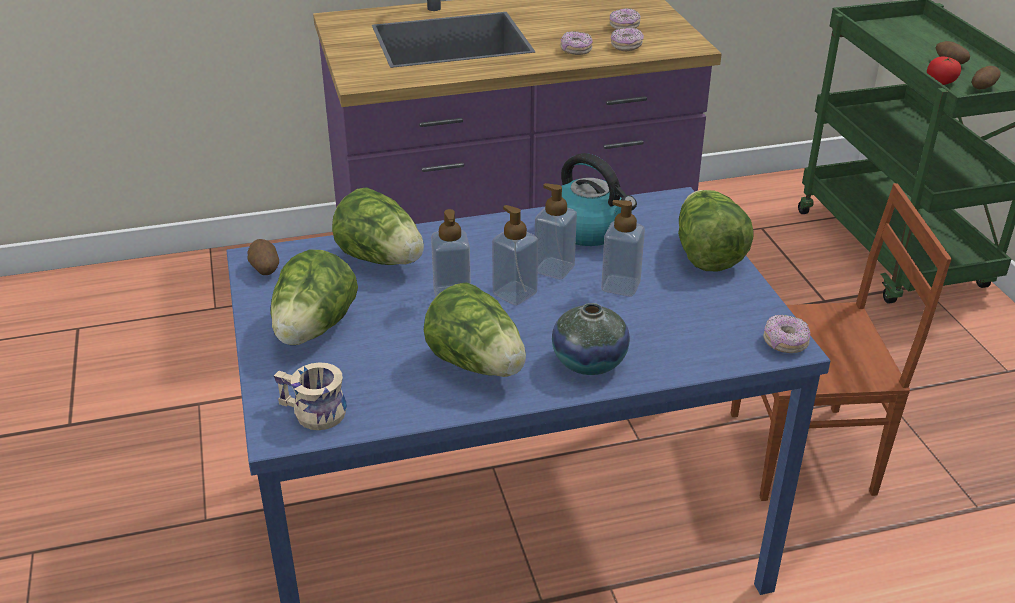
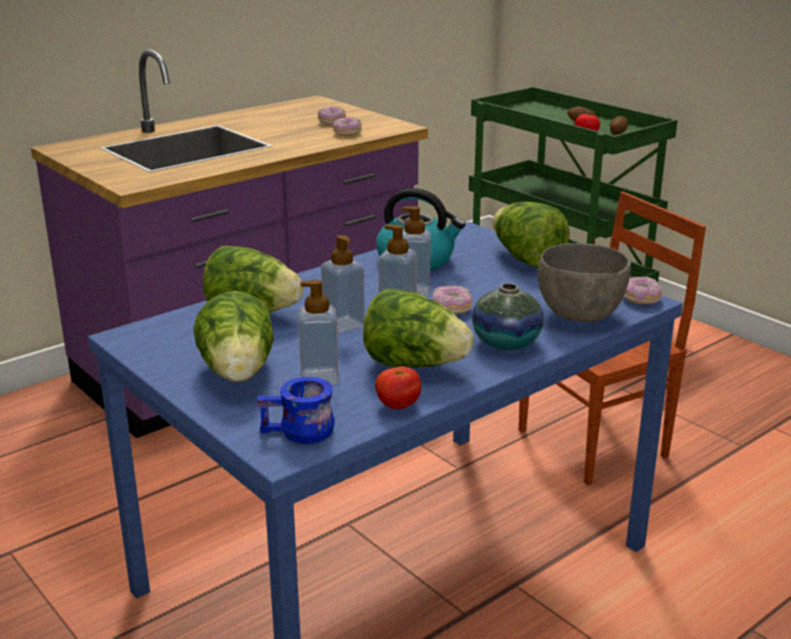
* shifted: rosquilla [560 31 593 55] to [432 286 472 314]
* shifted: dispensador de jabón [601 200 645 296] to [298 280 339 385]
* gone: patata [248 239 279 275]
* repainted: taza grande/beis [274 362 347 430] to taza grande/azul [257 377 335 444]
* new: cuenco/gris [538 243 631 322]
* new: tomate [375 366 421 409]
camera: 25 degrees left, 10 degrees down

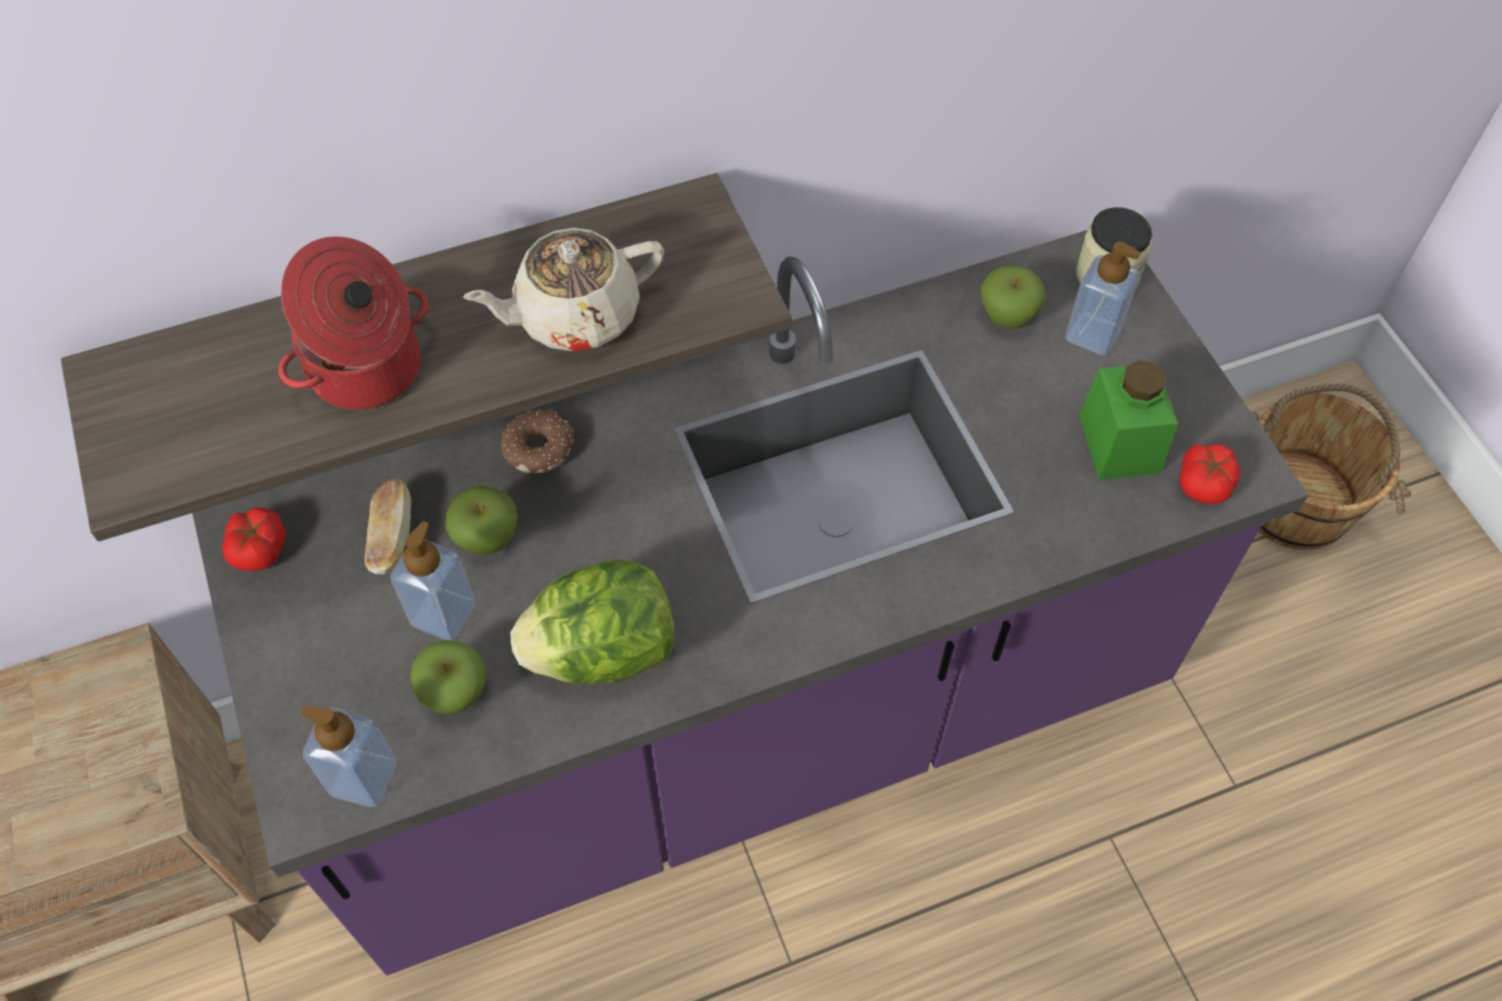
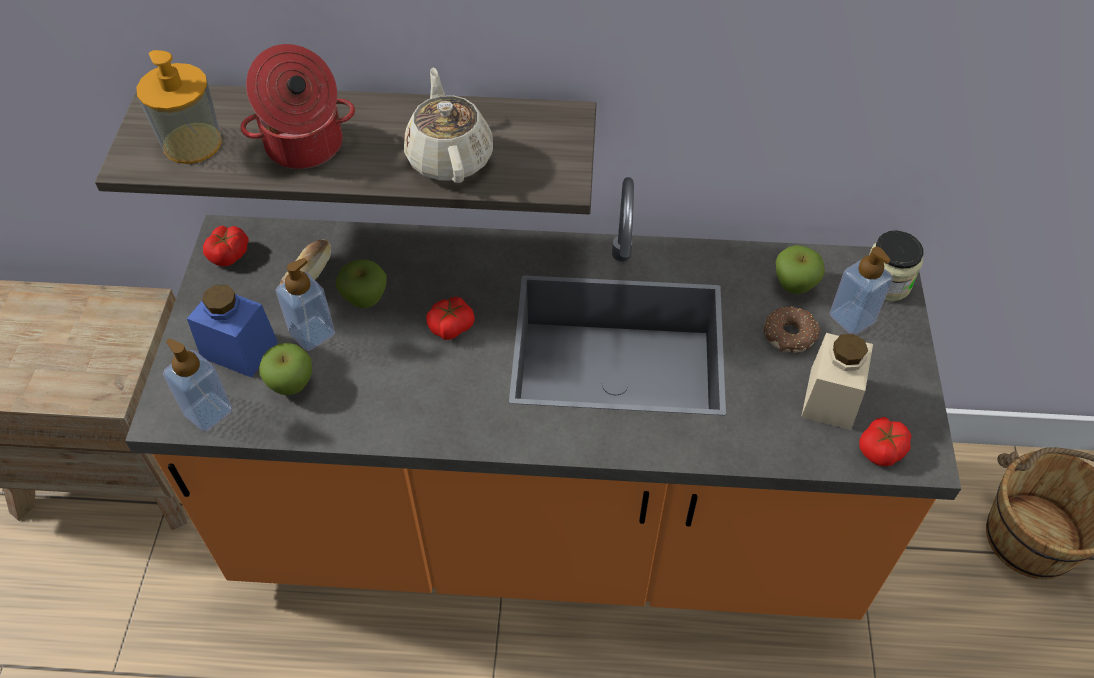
* rotated: tetera/beis [463 228 664 351] = [404 68 493 183] 75 degrees clockwise
* repainted: mueble bajo de cocina/morado [192 230 1309 975] to mueble bajo de cocina/naranja [125 177 961 620]
* repainted: tarro/verde [1079 360 1178 480] to tarro/beis [801 333 873 430]
* shifted: rosquilla [501 409 574 475] to [763 307 821 353]
* gone: lechuga [510 559 674 684]
* new: dispensador de jabón [137 50 222 164]
* new: tarro/azul [187 285 278 378]
* new: tomate [426 297 475 340]
camera: 25 degrees right, 5 degrees down

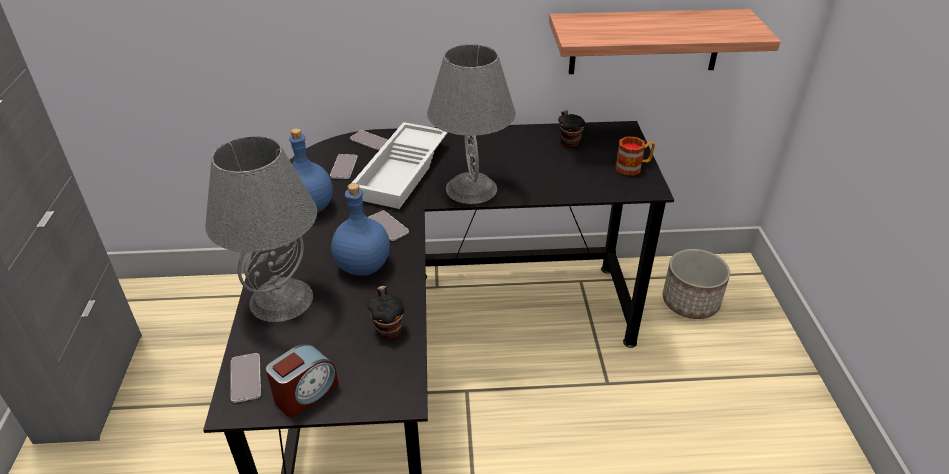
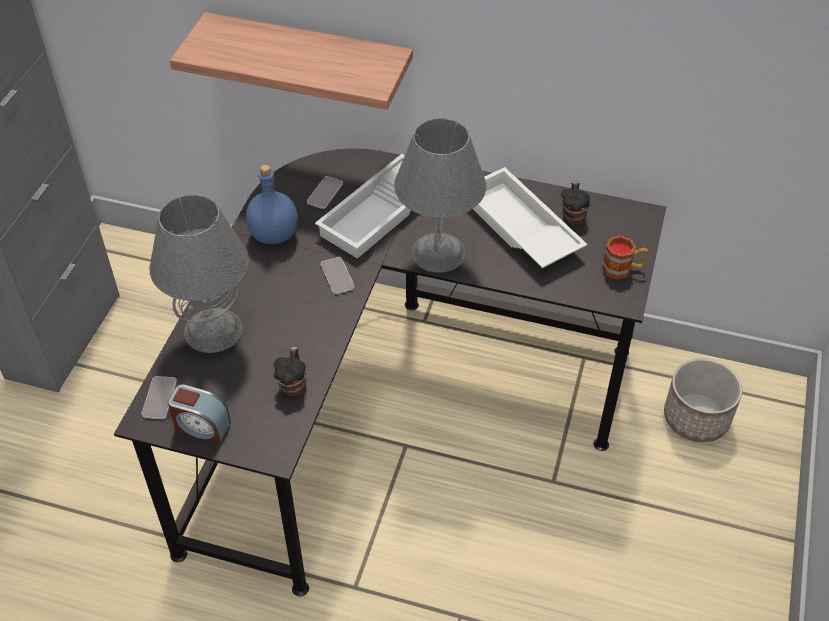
* shifted: estante [549 9 781 74] to [170 12 413 110]
* gone: móvil [350 130 388 150]
* gone: botella/azul [331 183 390 276]
* rotated: despertador [266 344 339 417] = [168 384 231 444] 45 degrees clockwise
* new: bandeja/blanco [473 167 587 268]
camera: 20 degrees right, 10 degrees up

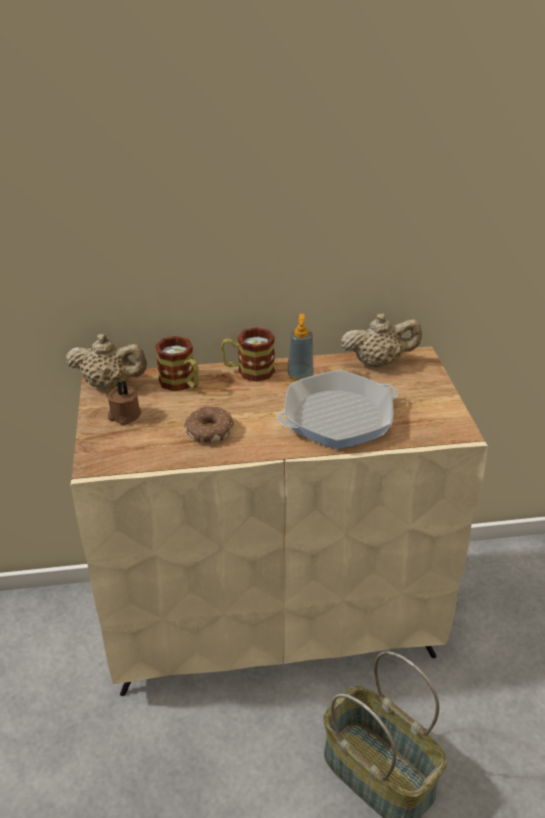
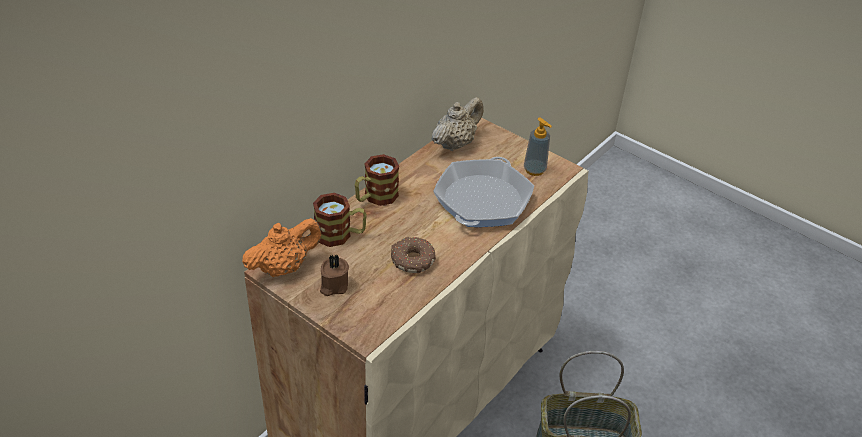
* shifted: dispensador de jabón [287 314 314 381] to [524 118 552 176]
* repainted: tetera/beis [66 334 147 389] to tetera/naranja [242 218 322 277]
camera: 45 degrees left, 5 degrees up

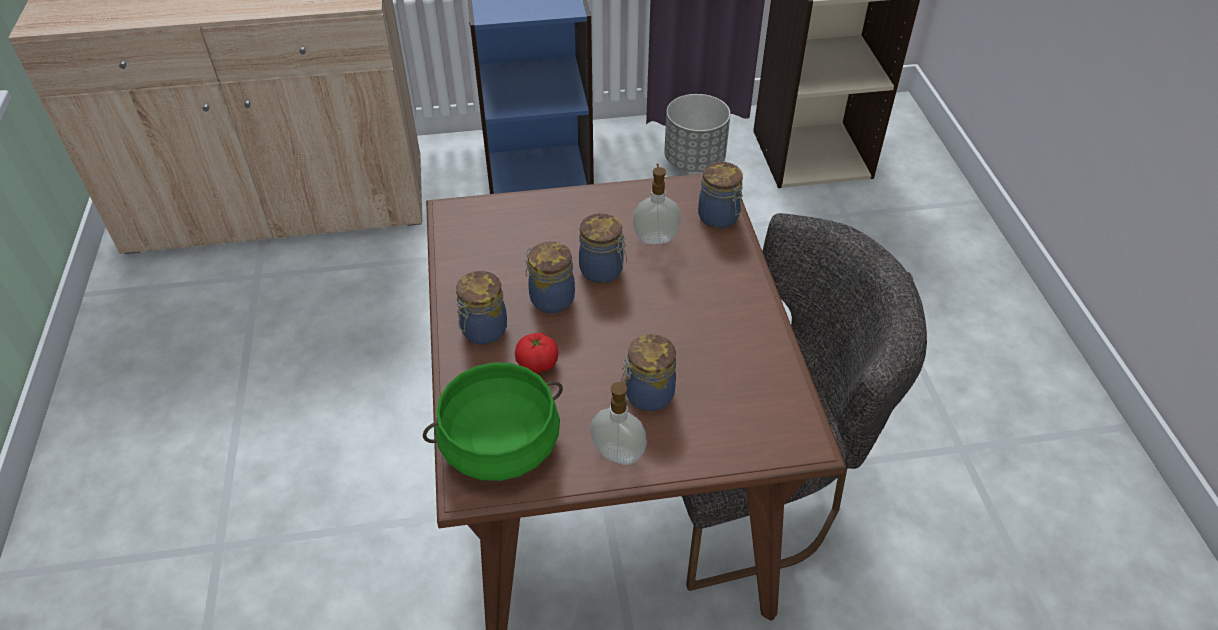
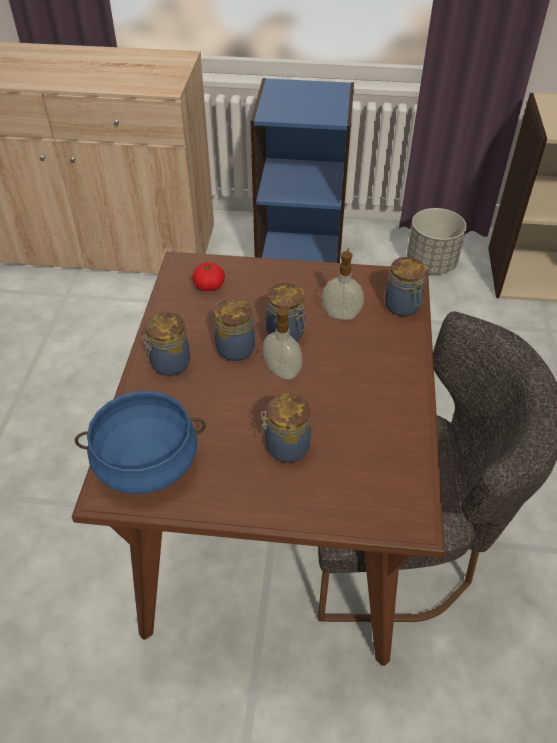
* shifted: tomate [515 333 559 374] to [192 263 225 291]
* repainted: olla/verde [423 362 563 481] to olla/azul [75 391 206 494]
* shifted: dispensador de jabón [590 376 647 465] to [263 305 302 380]
camera: 15 degrees right, 0 degrees up

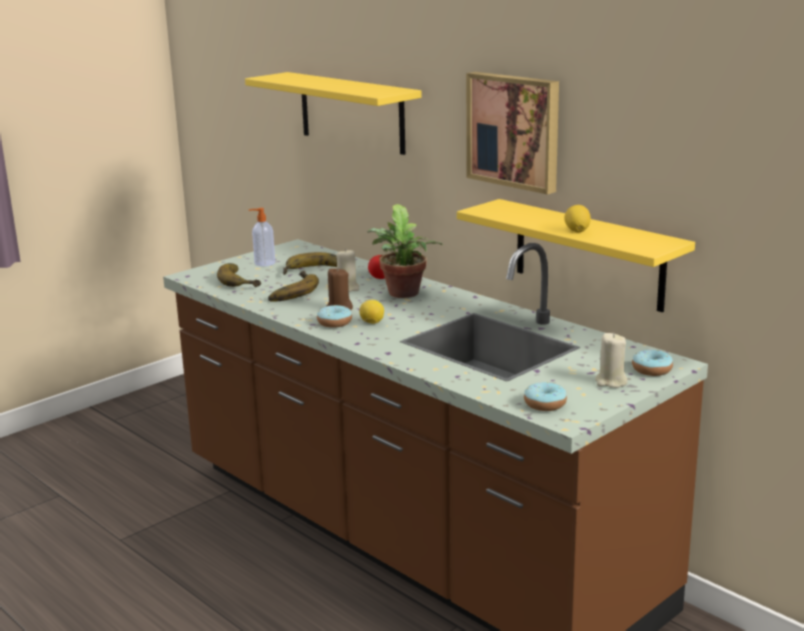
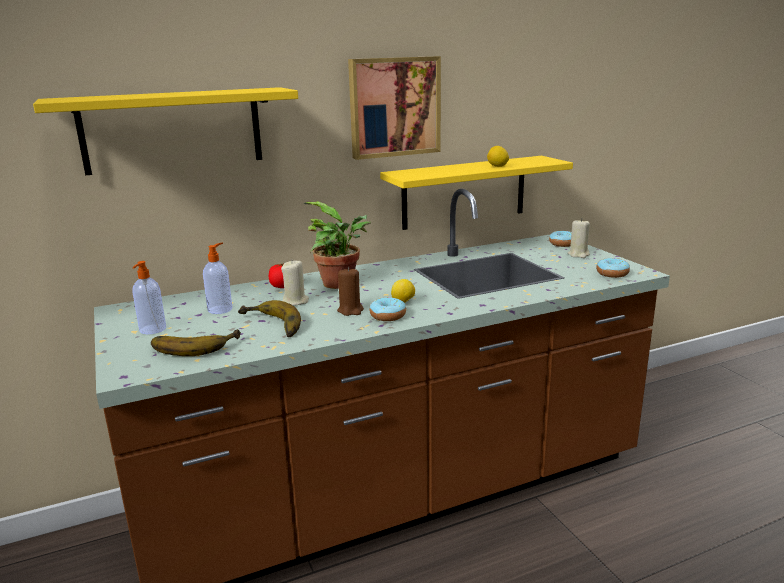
* swapped: plátano [283 252 337 275] to dispensador de jabón [203 243 232 314]
camera: 70 degrees left, 0 degrees up

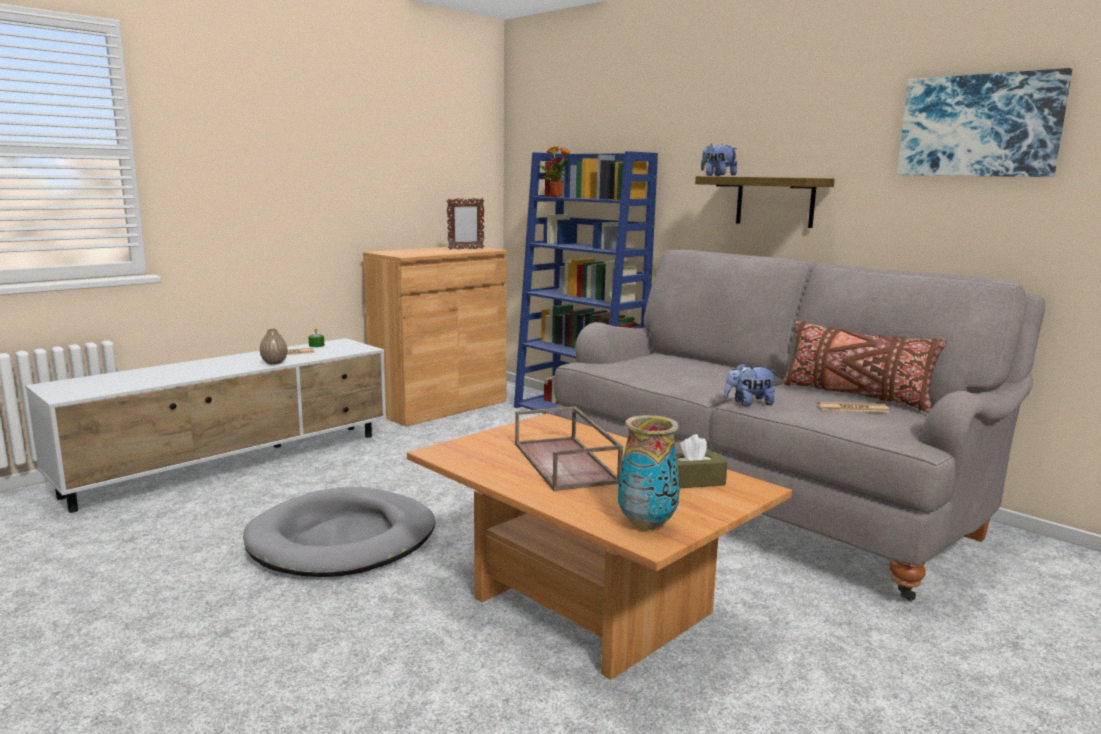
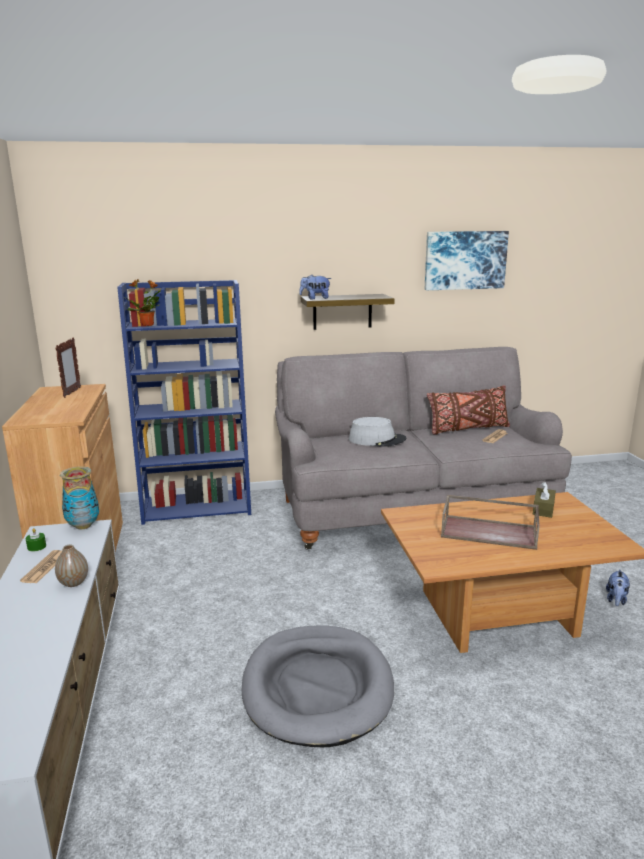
* shifted: peluche [724 363 777 406] to [606 569 630 606]
* shifted: florero [618 415 680 530] to [60 466 99 529]
* new: sombrero/gris [349 417 406 447]
camera: 55 degrees left, 5 degrees up

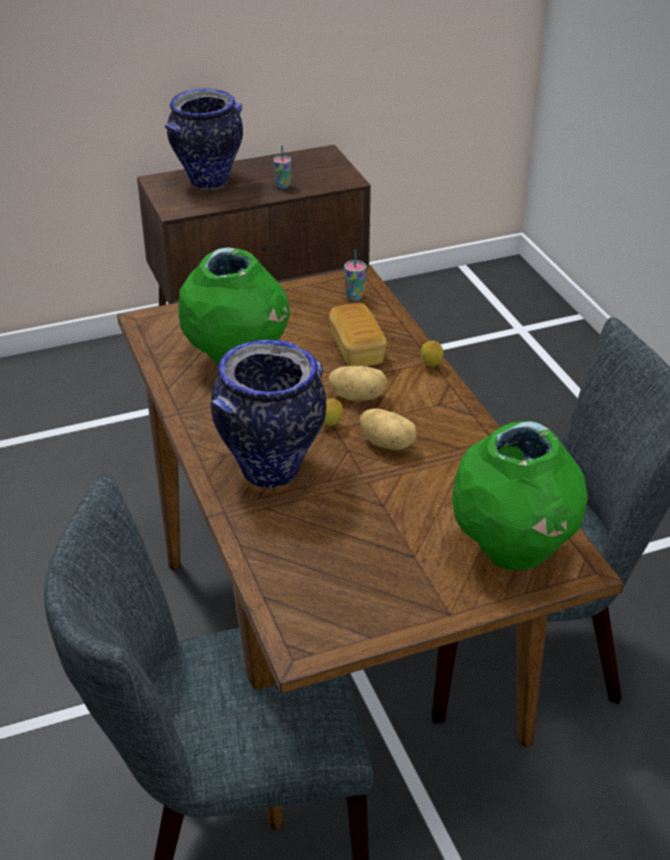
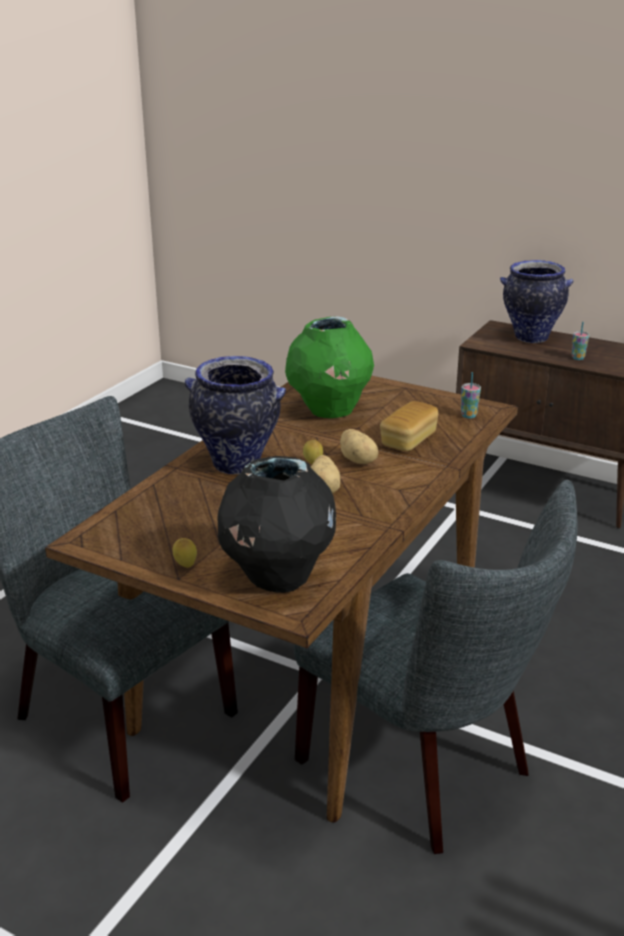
* shifted: limón [421 341 443 367] to [173 538 197 568]
* repainted: florero/verde [452 421 588 570] to florero/negro [217 456 336 593]
camera: 50 degrees right, 10 degrees down

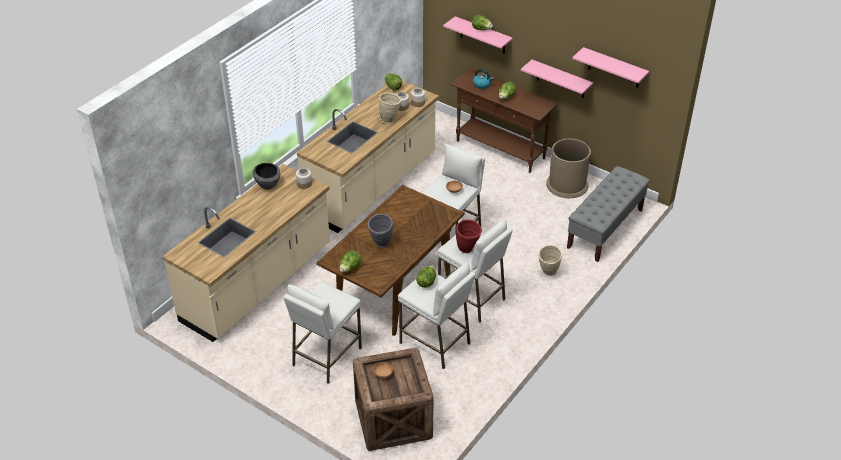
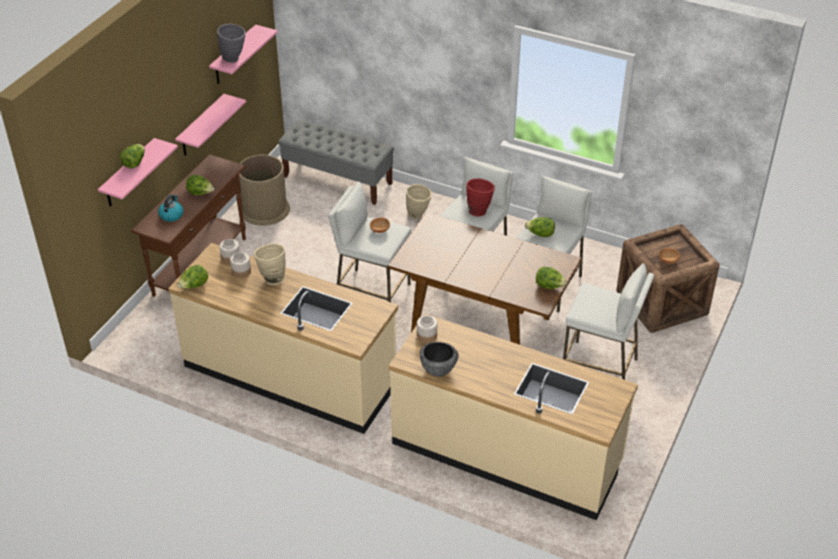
* shifted: florero/gris [368 214 393 248] to [217 24 246 63]
camera: 100 degrees left, 0 degrees up

